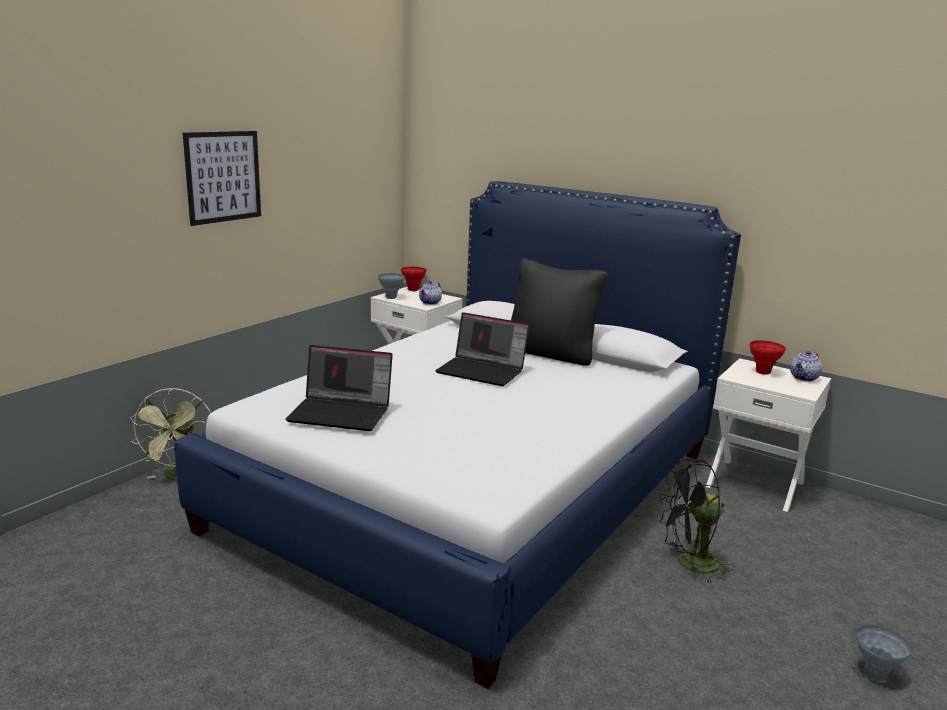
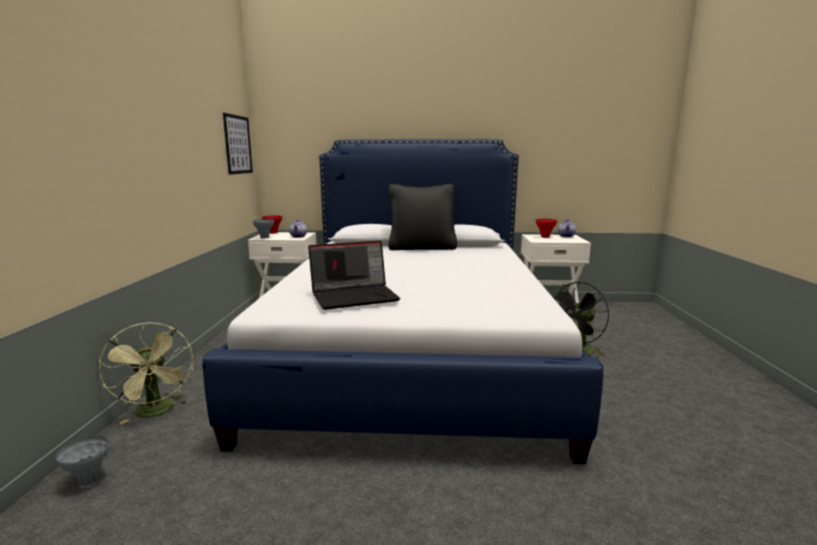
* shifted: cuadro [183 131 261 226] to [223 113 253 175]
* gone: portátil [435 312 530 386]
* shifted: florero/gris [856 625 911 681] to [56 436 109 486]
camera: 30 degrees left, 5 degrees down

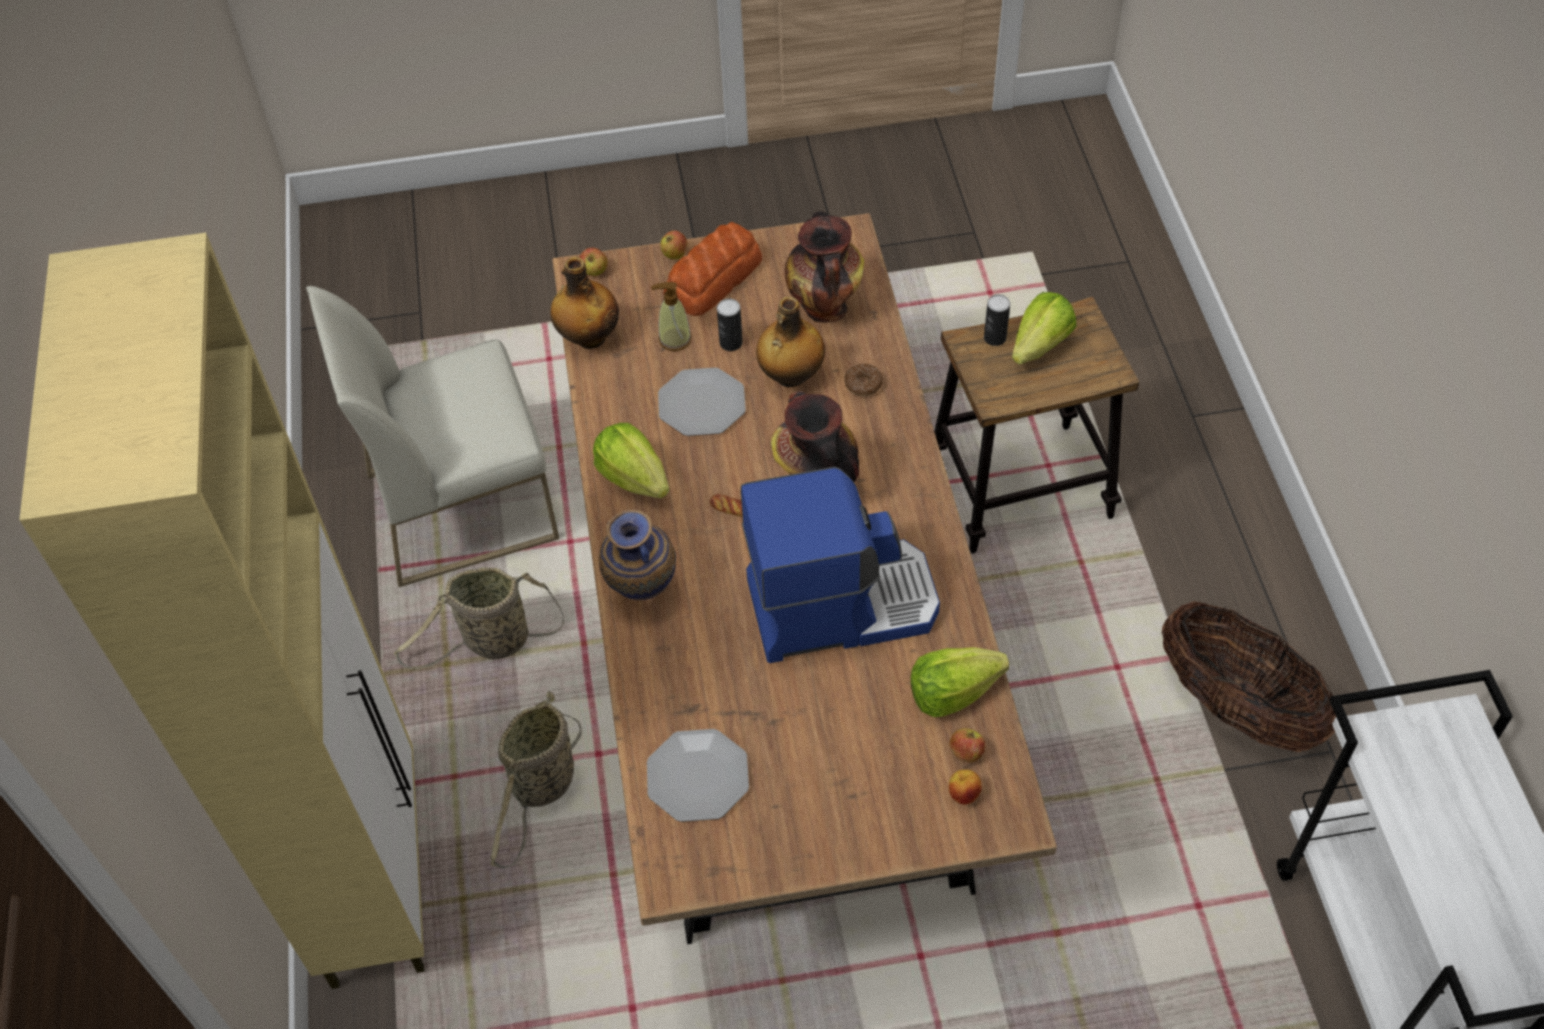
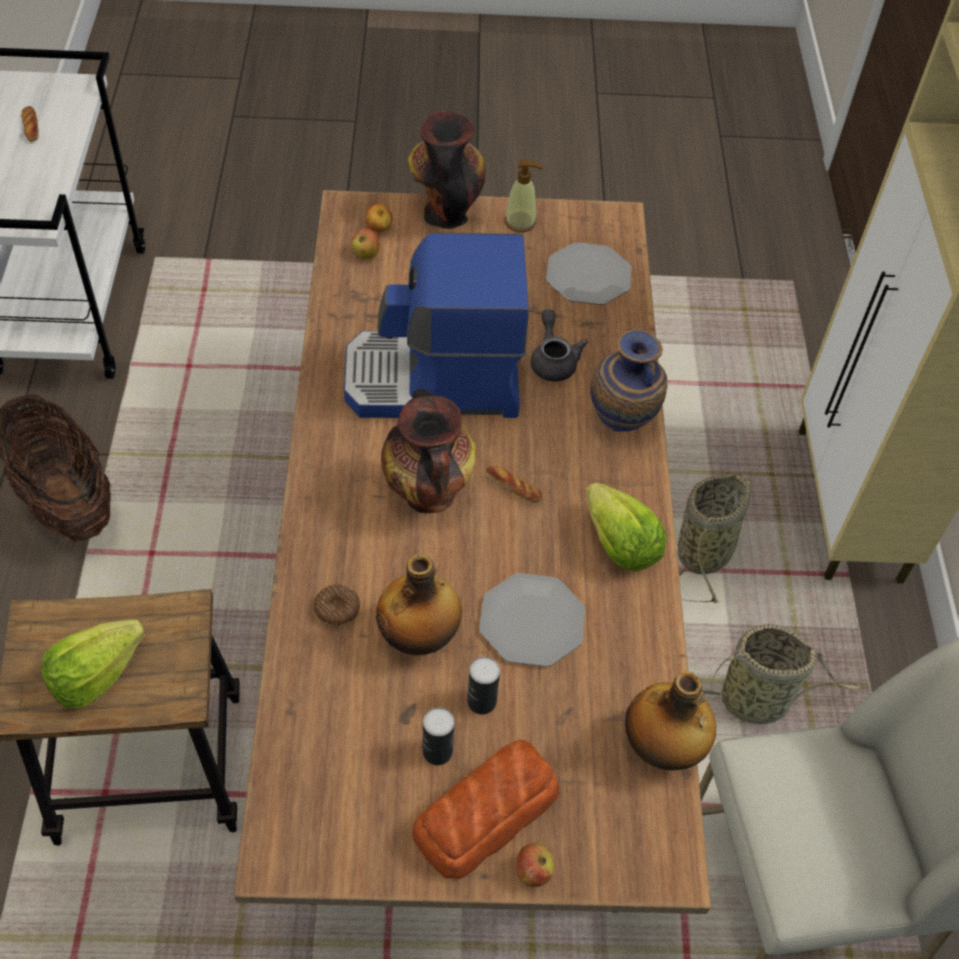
* shifted: florero [785 211 864 322] to [408 110 486 229]
* gone: manzana [579 248 607 276]
* shifted: dispensador de jabón [651 282 692 351] to [505 160 543 232]
* shifted: lata [984 294 1010 346] to [423 707 455 765]
* gone: lechuga [911 647 1009 717]
* new: pan [21 106 39 142]
* new: tetera/gris [531 310 588 382]
camera: 175 degrees left, 0 degrees up

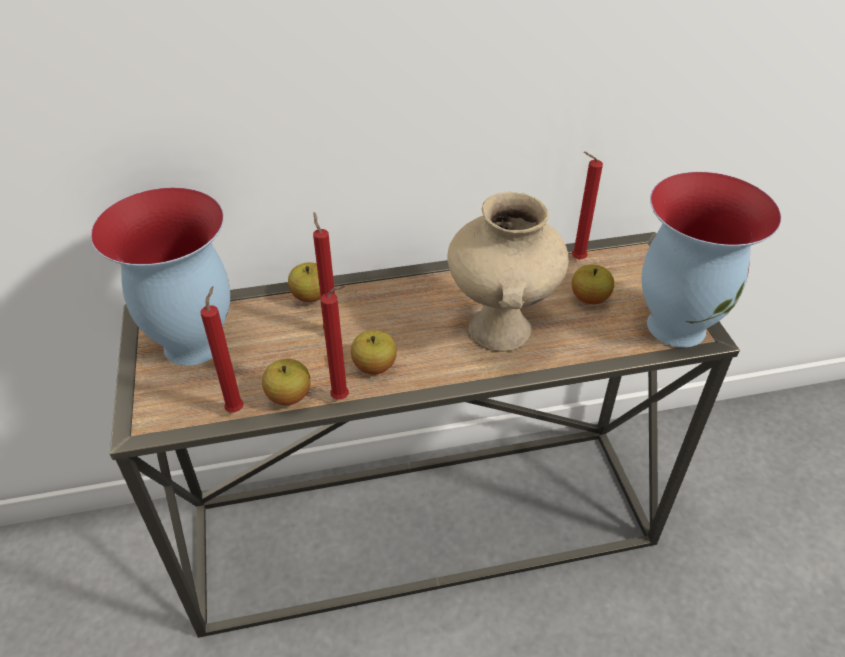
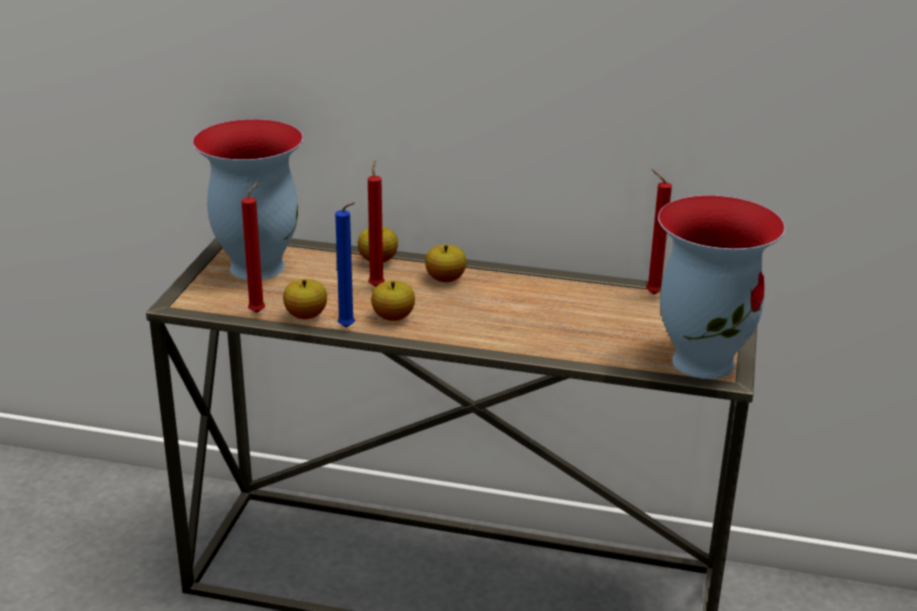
* gone: florero/beis [447 192 569 352]
* shifted: manzana [572 265 614 304] to [425 244 467 282]
* repainted: vela/rojo [320 286 349 400] to vela/azul [335 202 355 327]
camera: 25 degrees right, 15 degrees down

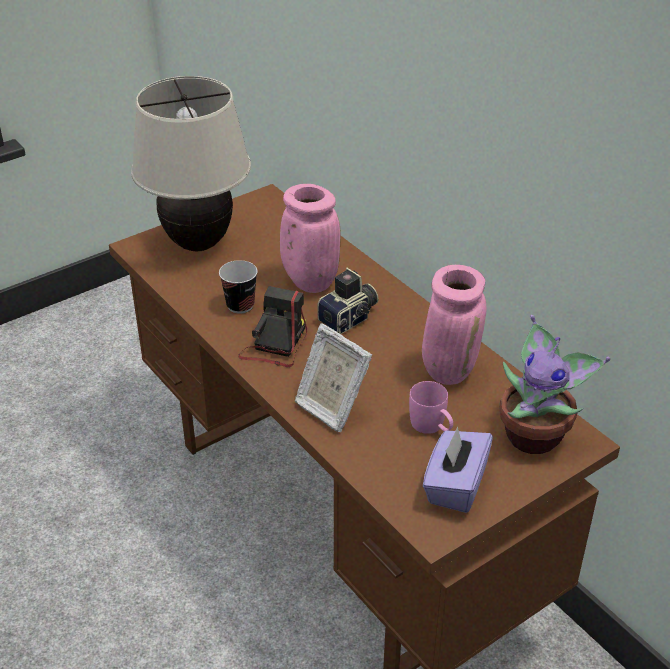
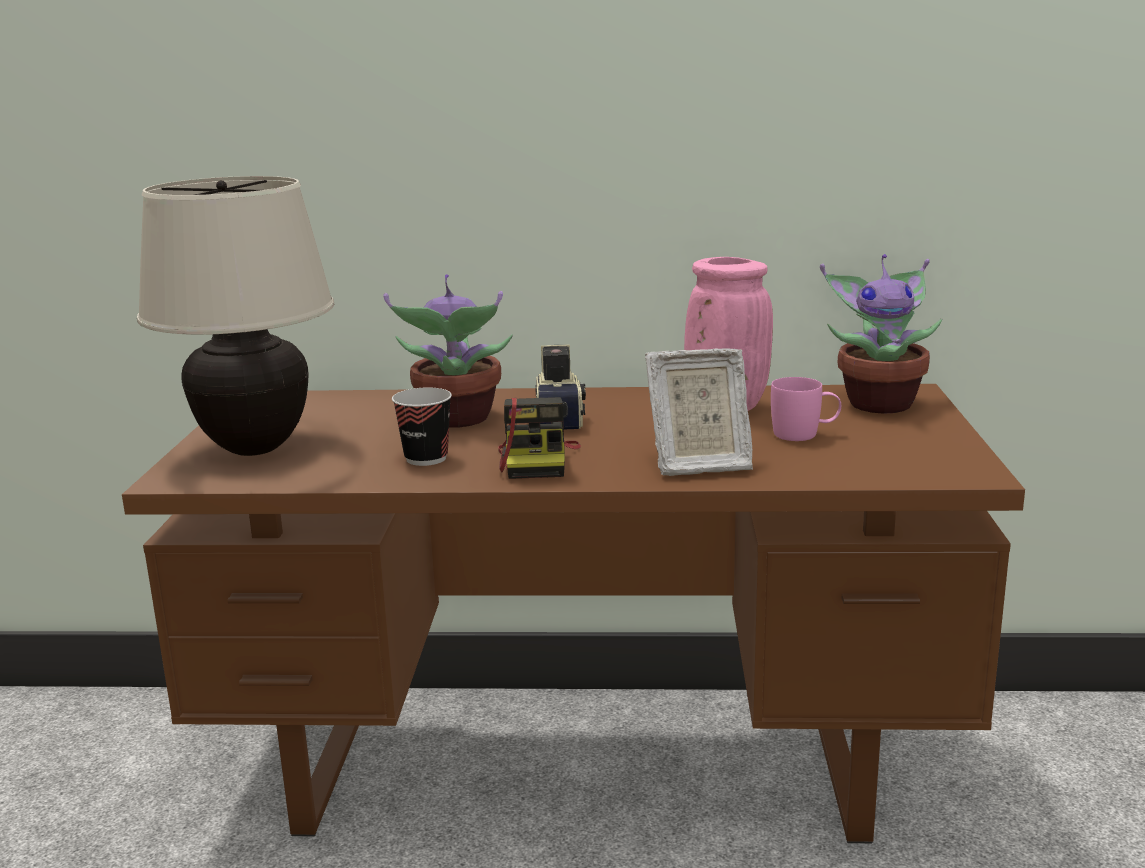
* swapped: florero/rosa [280 184 341 293] to planta en maceta [383 274 513 428]
* rotated: cámara [238 286 307 367] = [498 397 581 479] 150 degrees counterclockwise
* gone: caja de pañuelos/morado [423 427 493 513]
camera: 50 degrees left, 20 degrees down

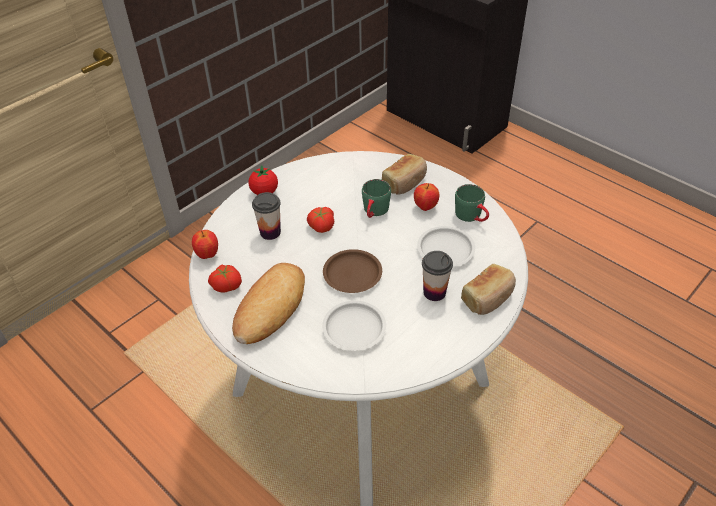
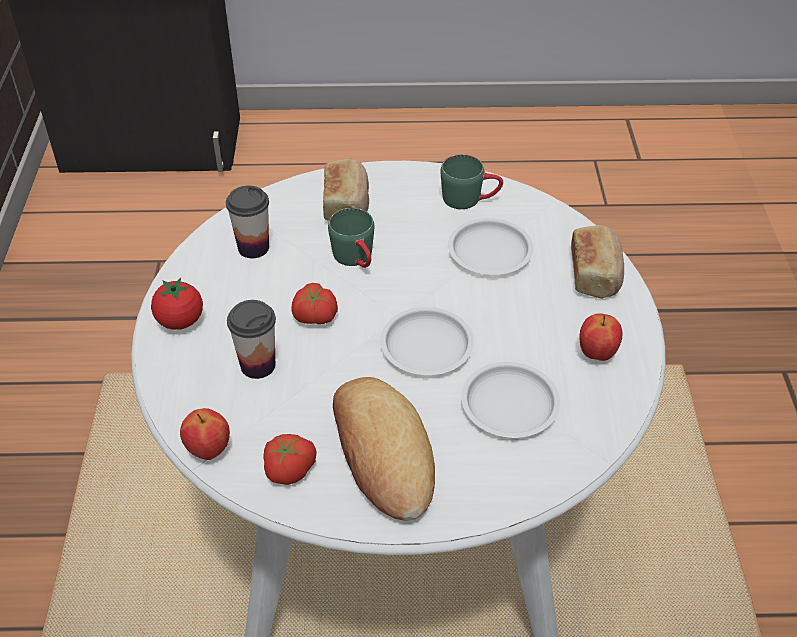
* shifted: manzana [414 183 439 211] to [579 313 622 361]
* repainted: plato/marrón [323 249 382 293] to plato/blanco [380 307 474 375]
* shifted: taza [422 251 453 301] to [226 185 269 258]
camera: 45 degrees left, 0 degrees up

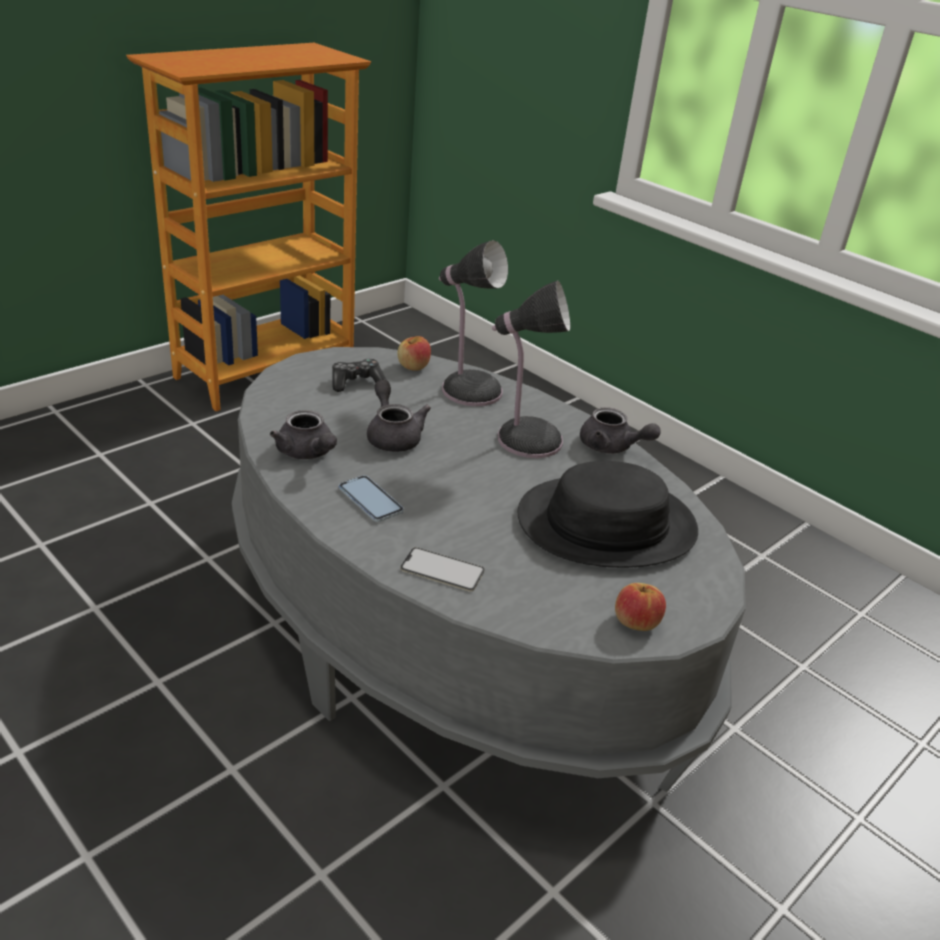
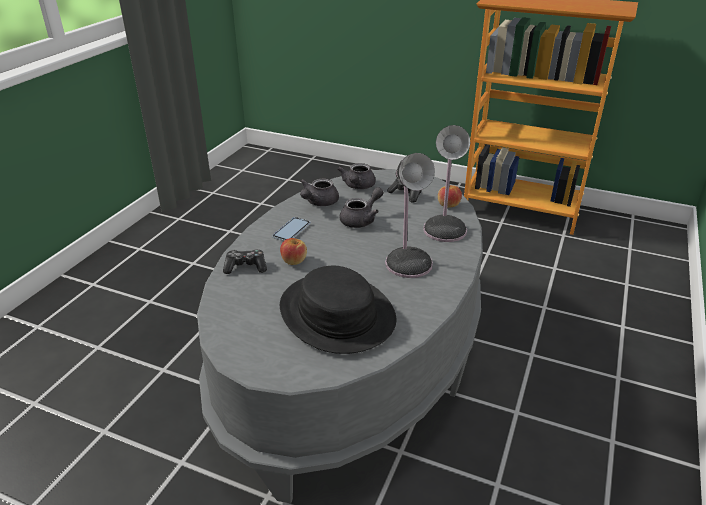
* shifted: tetera/gris [580 407 661 454] to [337 163 376 189]
* swapped: móvil [400 547 485 592] to mando de consola [223 249 267 274]
* shifted: manzana [615 583 666 631] to [280 238 307 265]
camera: 70 degrees right, 0 degrees up

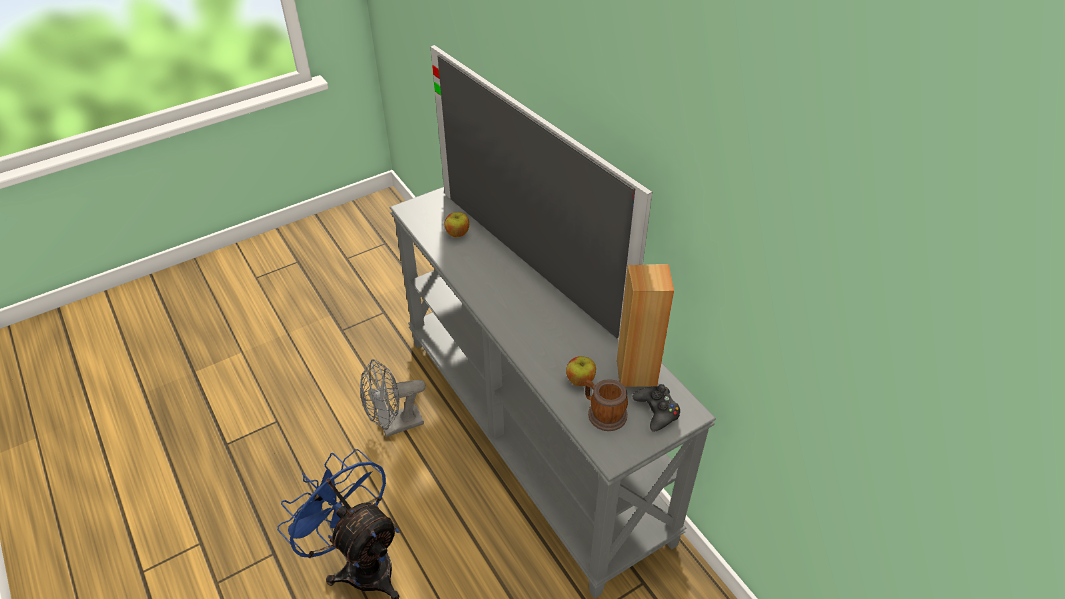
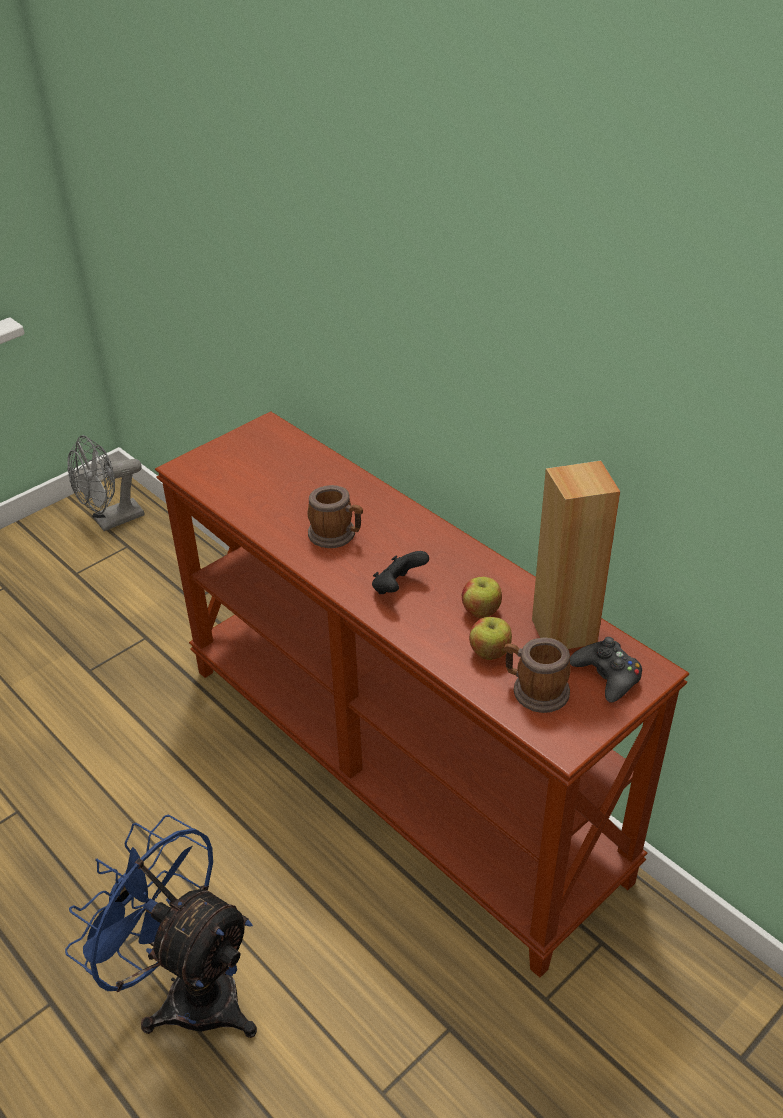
* gone: televisor [431 45 652 340]
* repainted: mesa consola/gris [390 187 716 599] to mesa consola/marrón [155 411 689 978]
* shifted: manzana [445 212 469 237] to [462 577 502 618]
* shifted: ventilador/gris [360 359 426 437] to [68 435 145 531]
* new: taza grande [307 485 363 548]
* new: mando de consola/negro [372 551 429 594]
camera: 10 degrees left, 5 degrees down

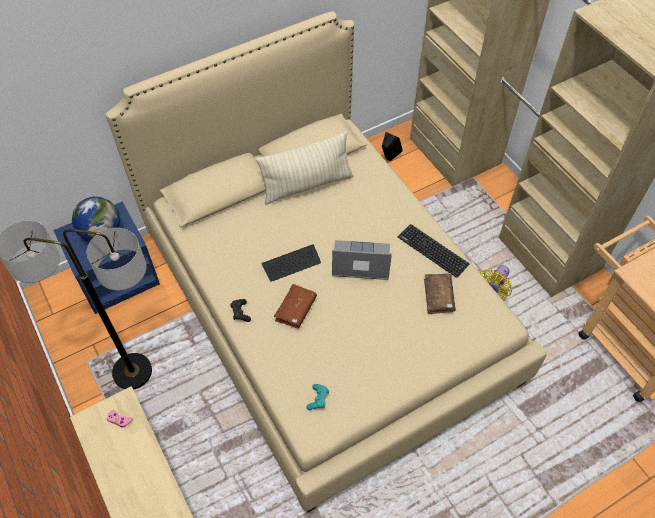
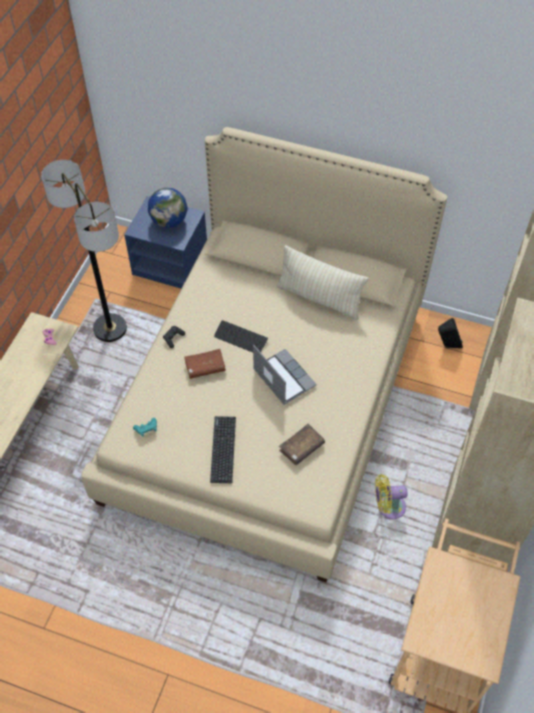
* shifted: teclado [398 224 469 278] to [210 416 236 483]
camera: 50 degrees right, 0 degrees up

